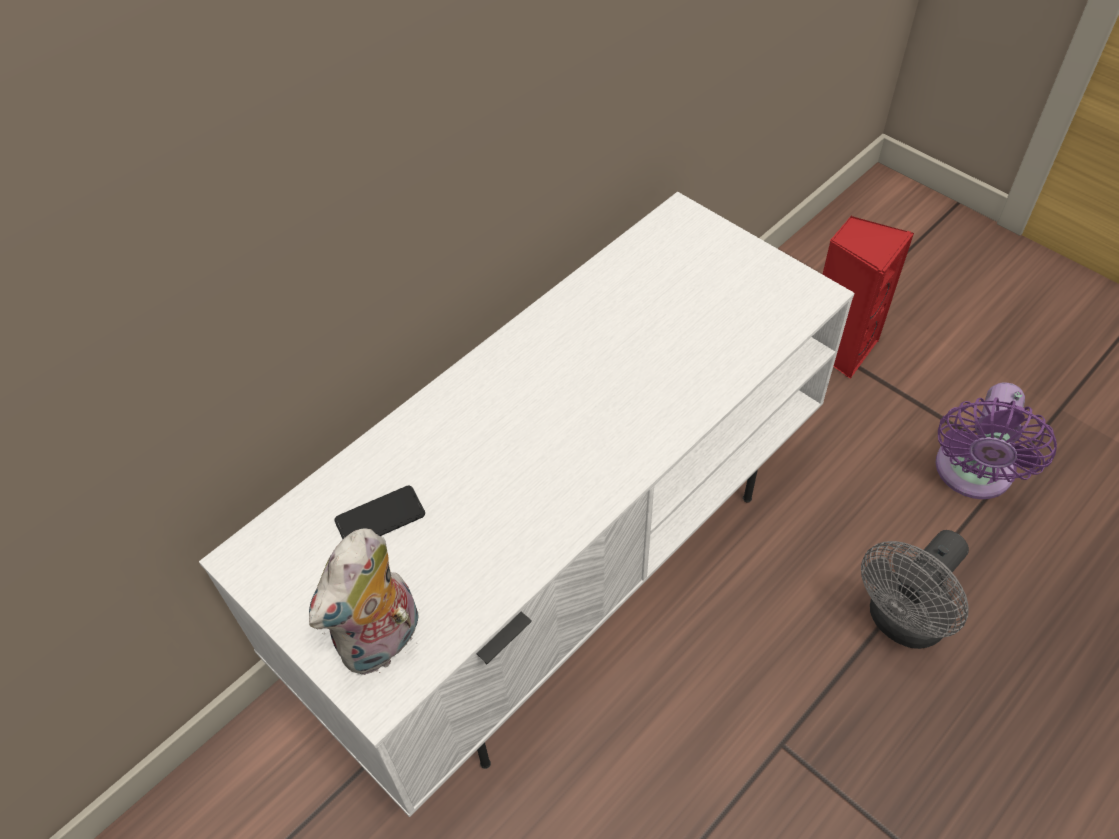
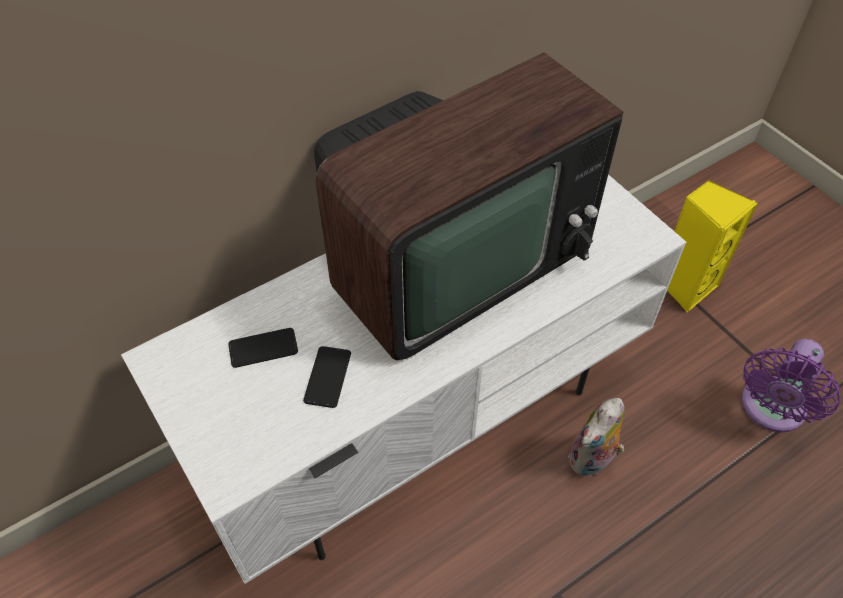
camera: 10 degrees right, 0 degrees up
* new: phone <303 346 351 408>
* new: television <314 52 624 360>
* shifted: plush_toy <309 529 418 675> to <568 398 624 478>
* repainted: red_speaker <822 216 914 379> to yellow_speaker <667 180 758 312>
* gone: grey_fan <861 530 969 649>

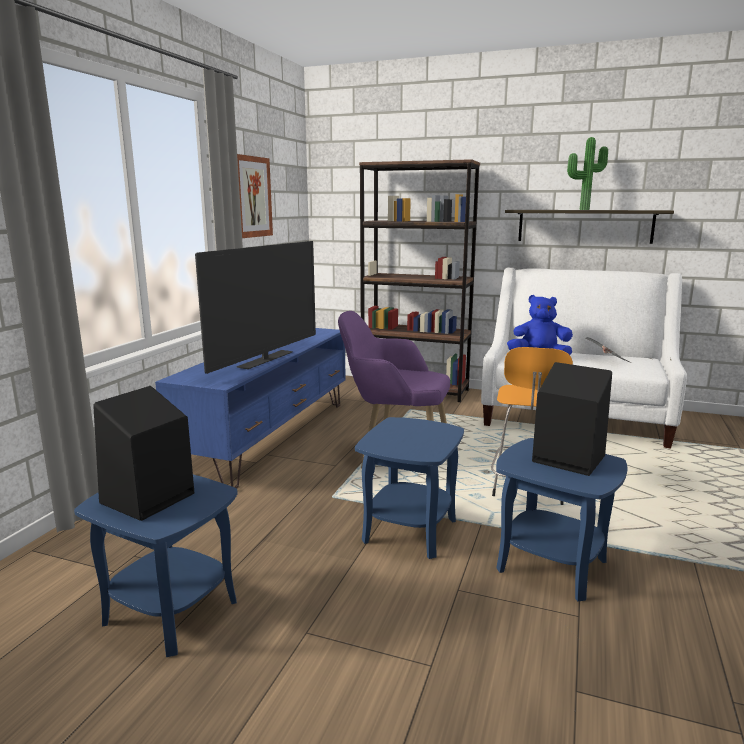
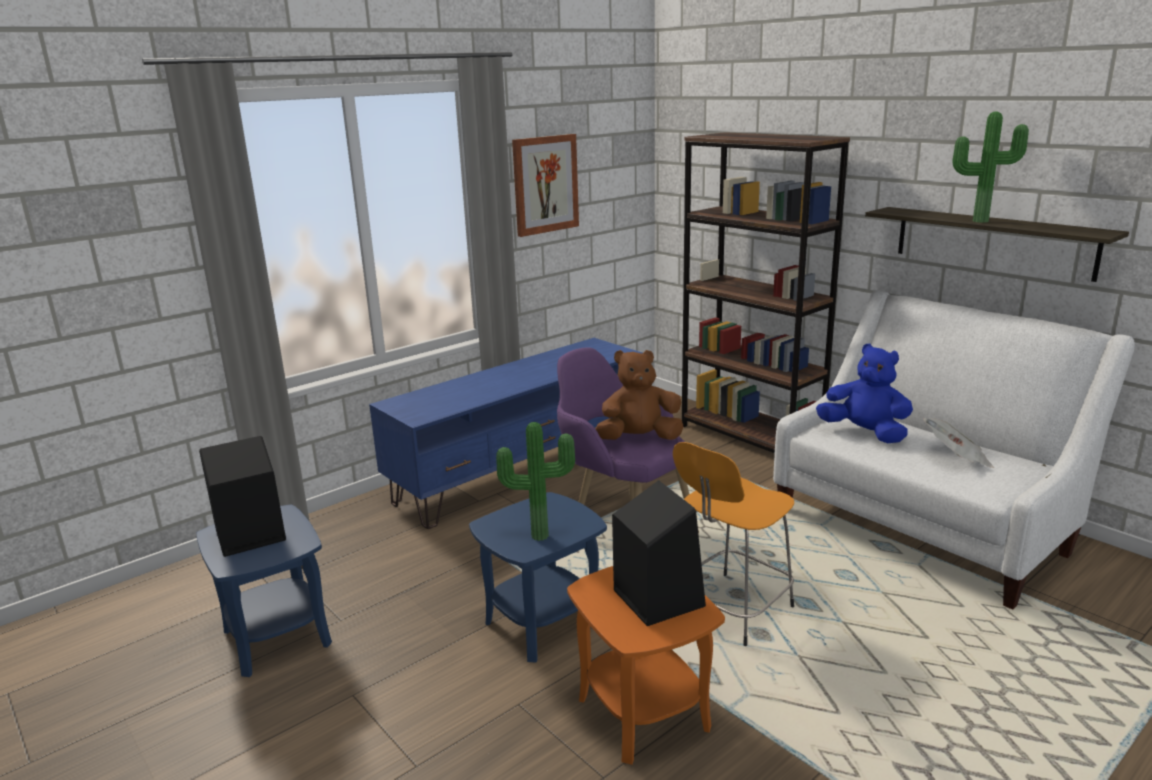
camera: 30 degrees right, 5 degrees up
* new: potted_plant <496 422 575 541>
* repainted: blue_side_table <496 438 627 601> to orange_side_table <567 566 725 765>
* new: brown_plush_toy <595 350 684 440>
* gone: television <195 241 316 374>

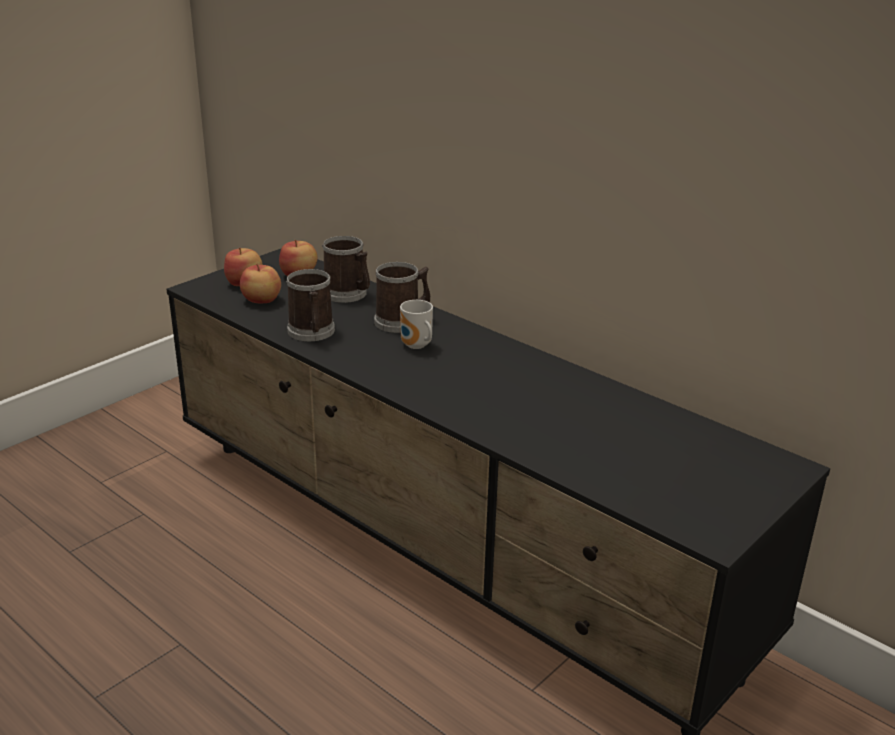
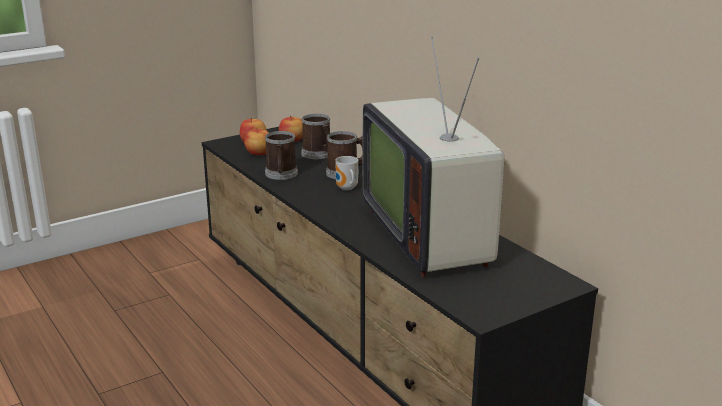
camera: 15 degrees right, 5 degrees down
* new: television <363 36 504 277>

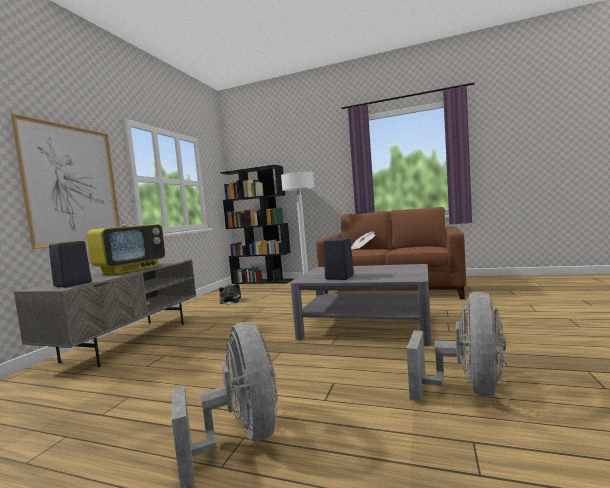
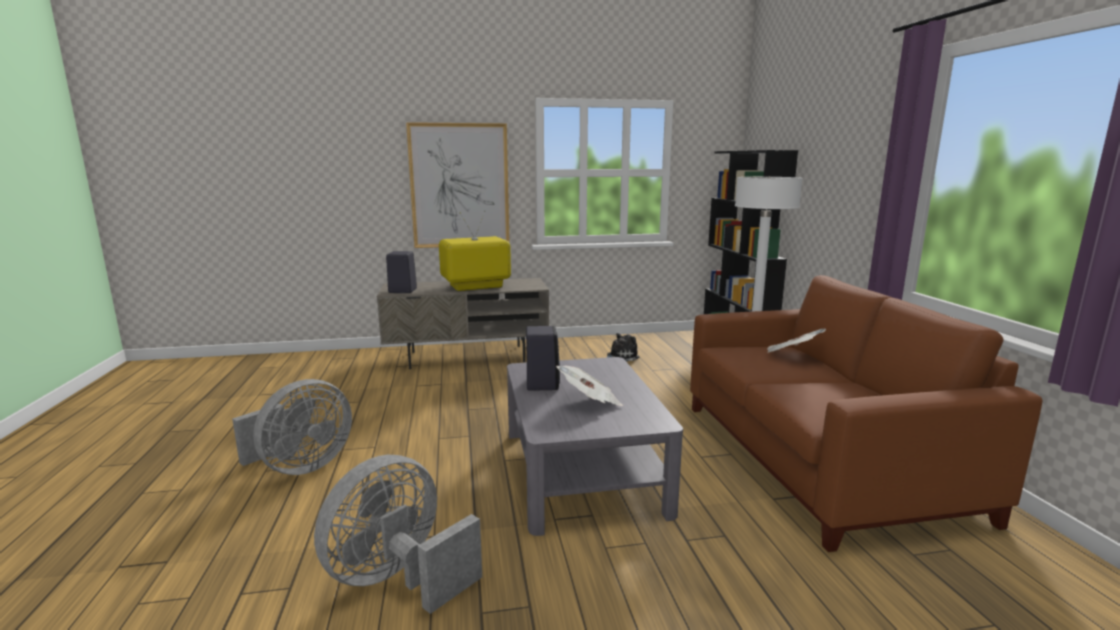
camera: 60 degrees right, 10 degrees up
* rotated: grey_fan <407 292 506 401> = <314 455 482 614> 135 degrees clockwise
* rotated: television <87 200 165 275> = <439 210 511 291> 150 degrees clockwise
* new: newspaper <556 365 624 406>

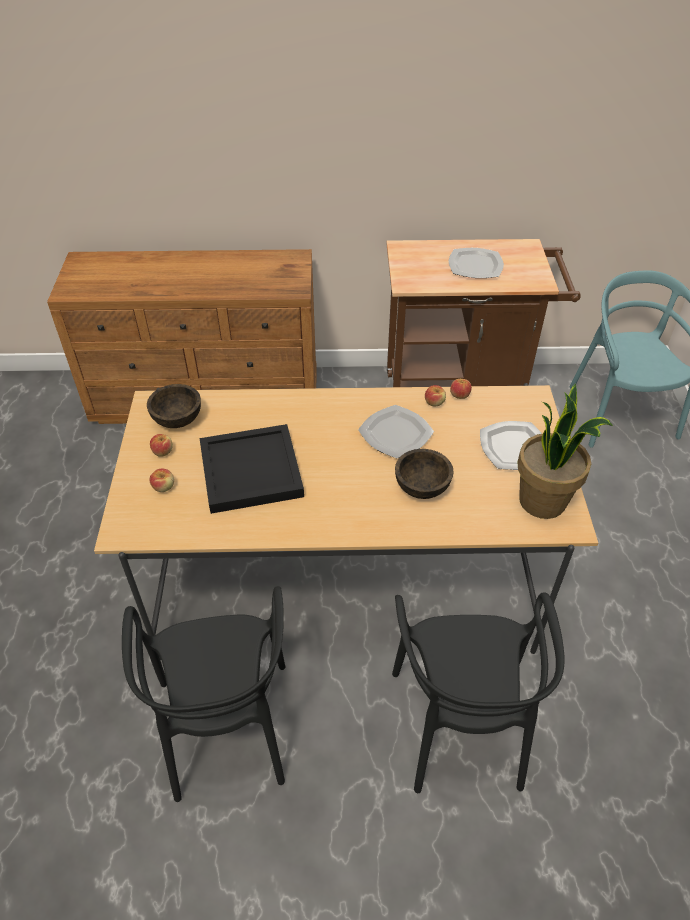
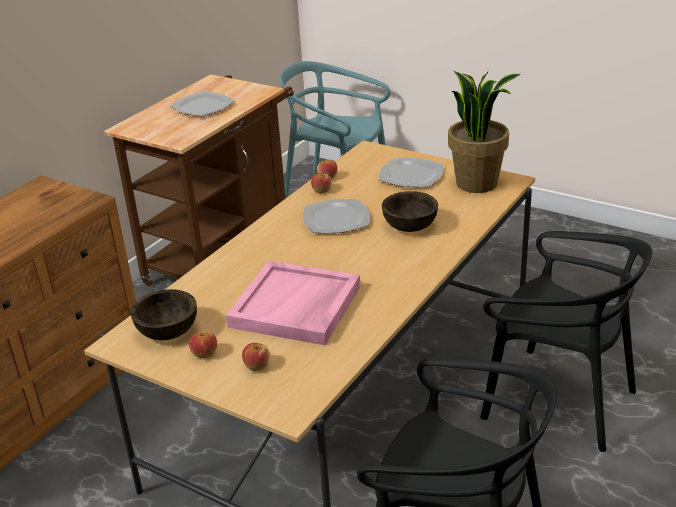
camera: 55 degrees left, 15 degrees down
* repainted: black_tray <199 424 304 514> to pink_tray <226 261 360 345>

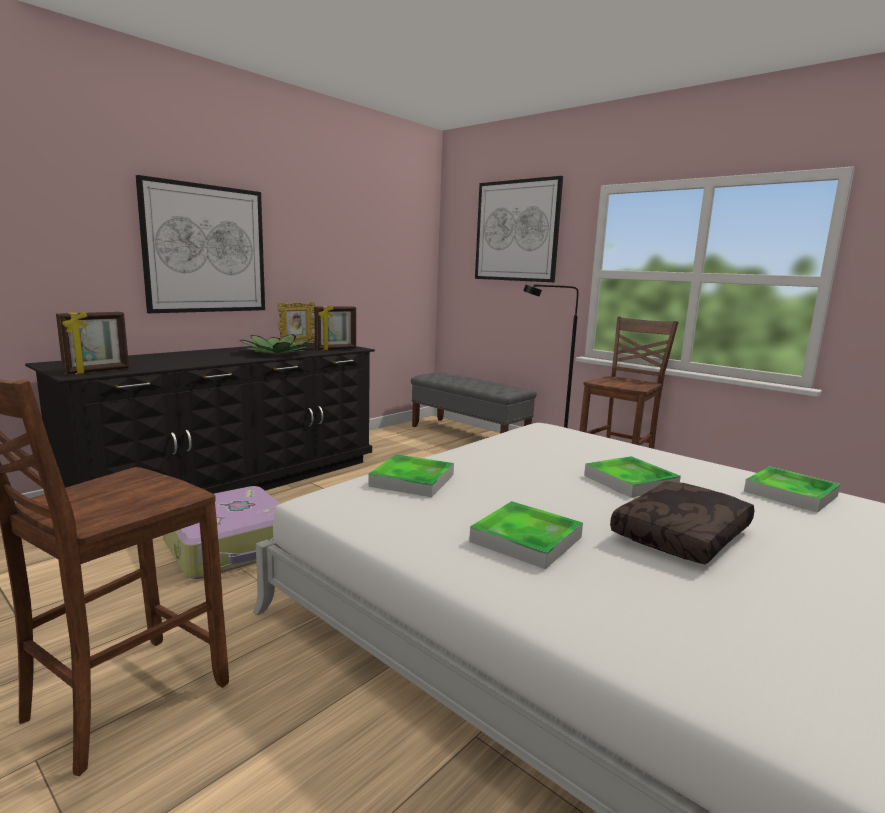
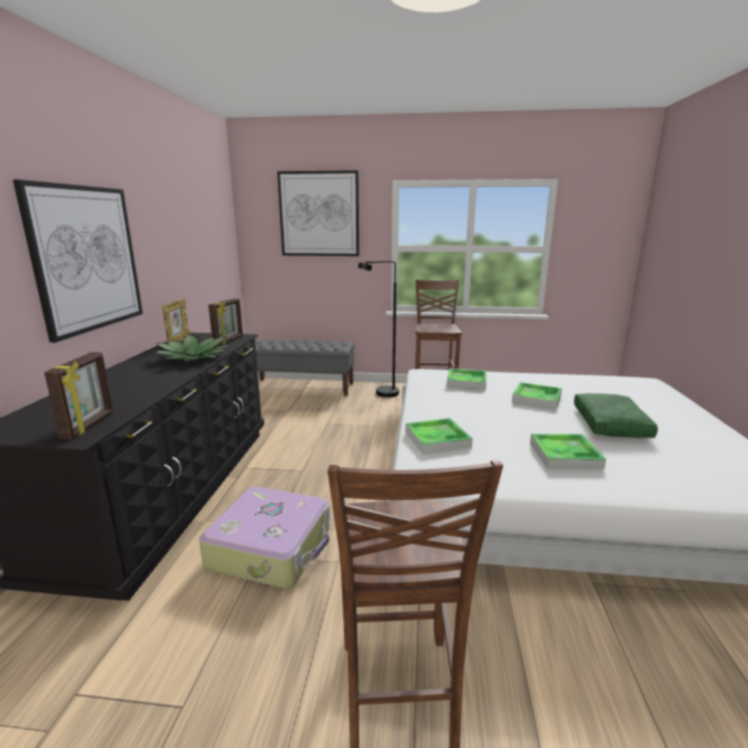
camera: 35 degrees left, 5 degrees up
* shifted: tray <744 466 840 513> to <447 368 486 390>
* repainted: brown_pillow <610 481 755 565> to green_pillow <574 393 658 438>

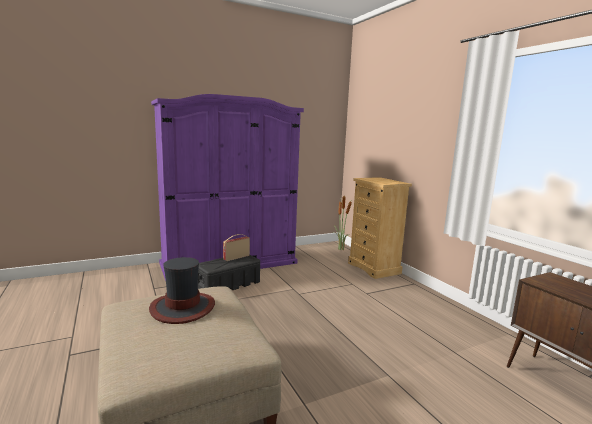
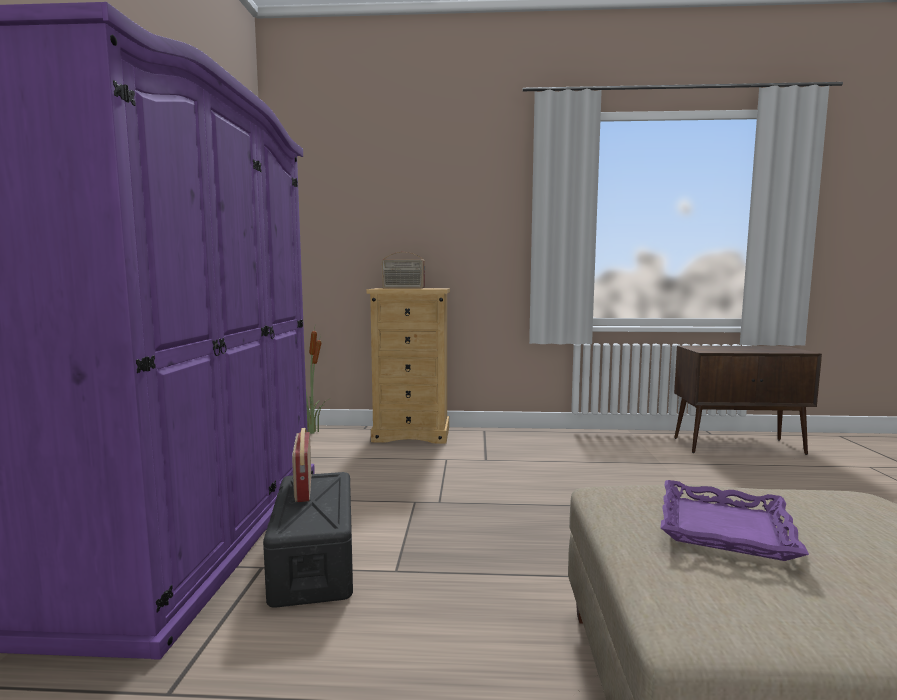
camera: 60 degrees left, 5 degrees down
* new: radio <381 252 425 289>
* swapped: hat <149 257 215 324> to purple_tray <661 480 809 561>

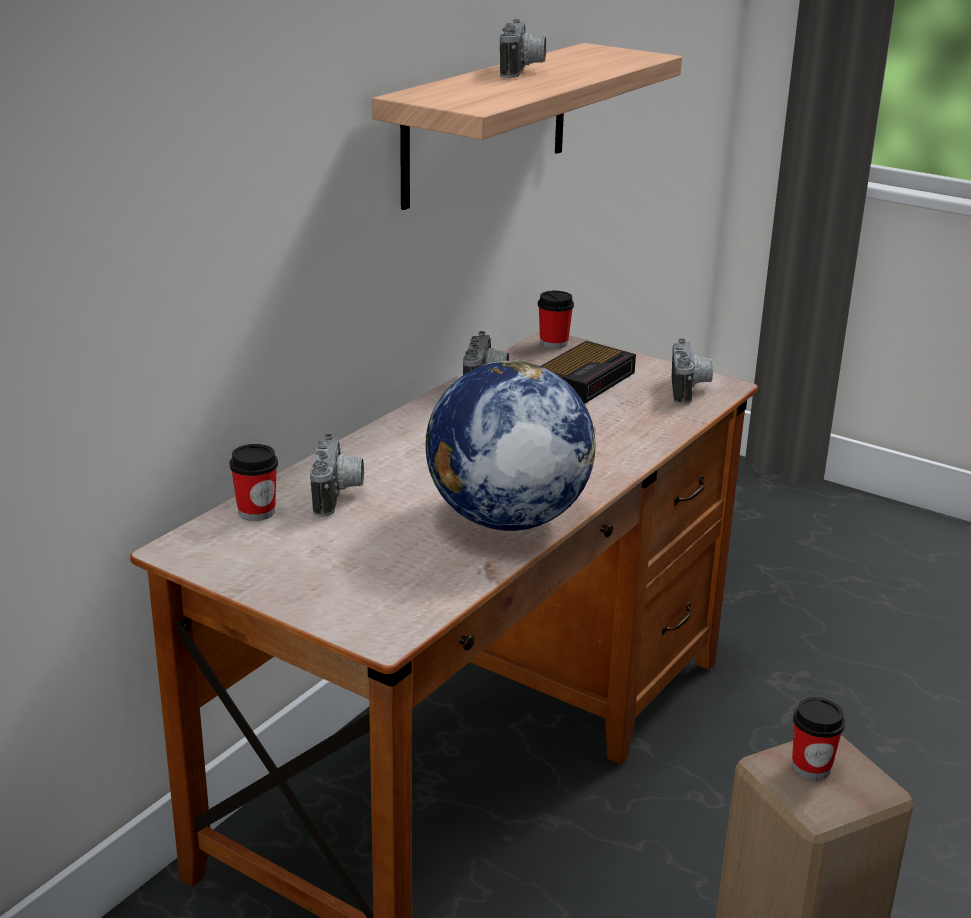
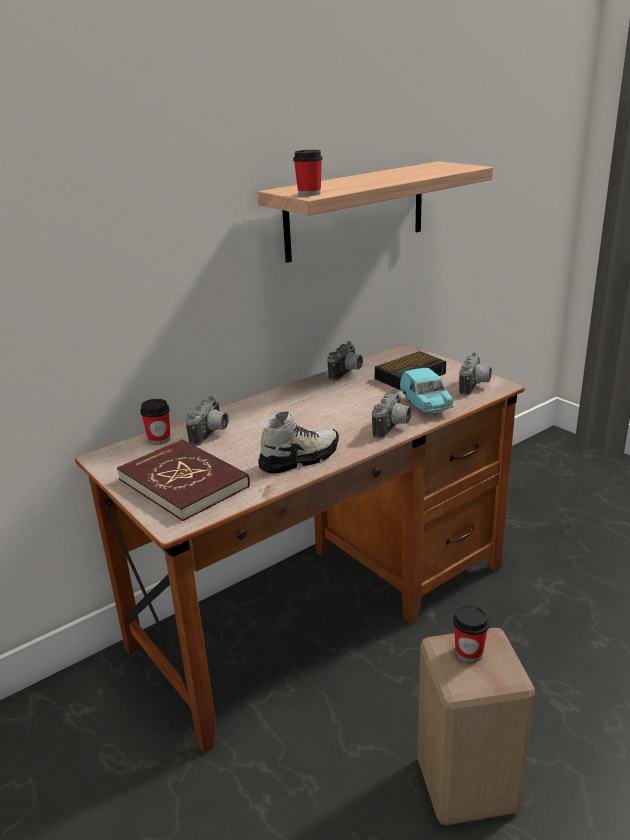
camera: 20 degrees right, 0 degrees up
* new: red_book <117 439 250 521>
* swapped: globe <425 361 596 531> to shoe <258 411 339 474>
* shifted: cup <538 290 574 349> to <293 150 323 196>
* shifted: photo_camera <500 19 546 78> to <372 390 412 439>
* new: turquoise_toy_car <400 368 454 415>

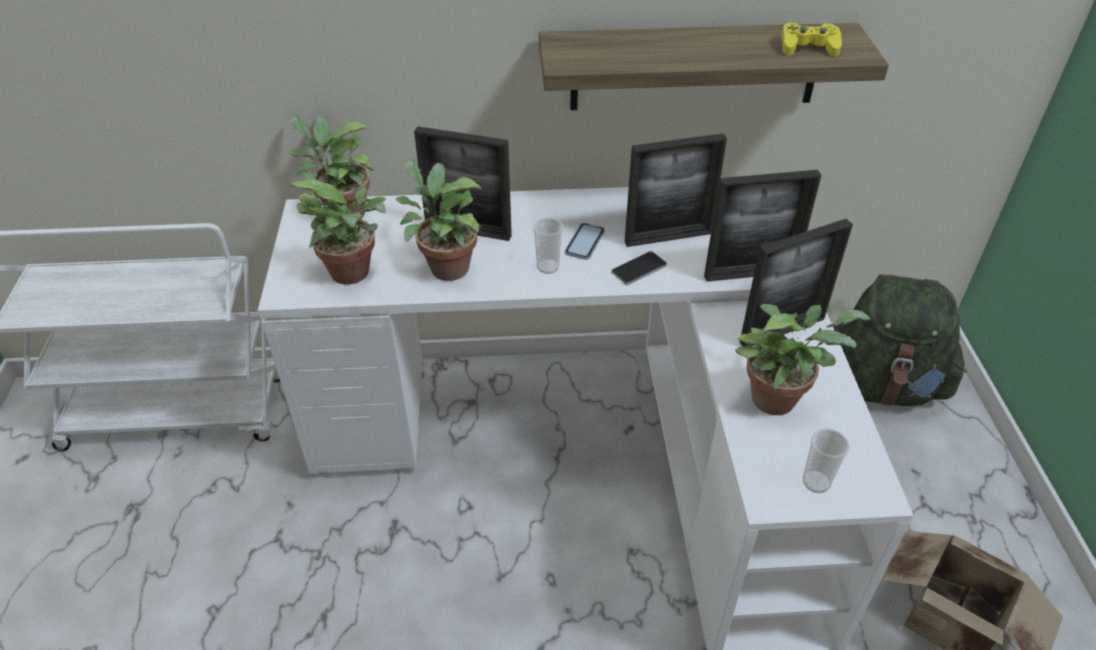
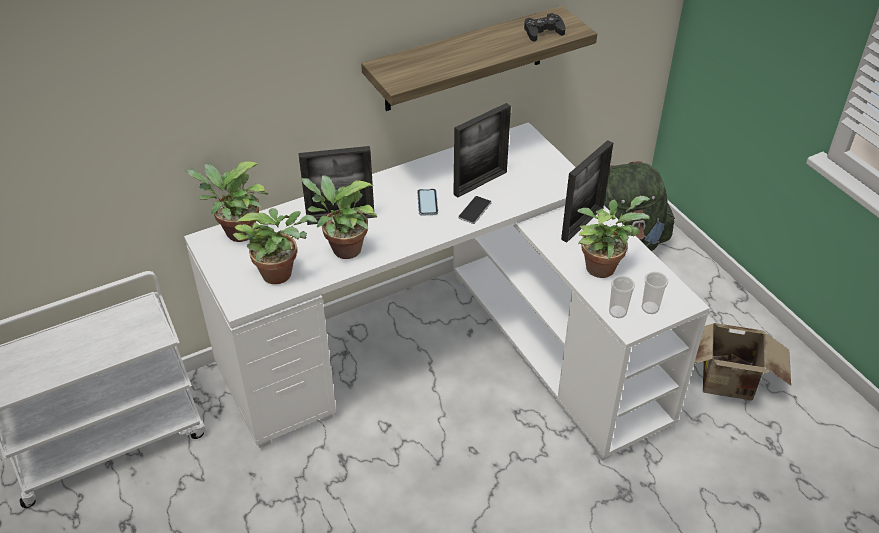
camera: 25 degrees left, 0 degrees up
* repainted: yellow_game_controller <781 22 842 57> to black_game_controller <524 13 565 42>
* shifted: cup <533 217 563 274> to <609 276 635 318>
* gone: picture_frame <704 170 821 282>

